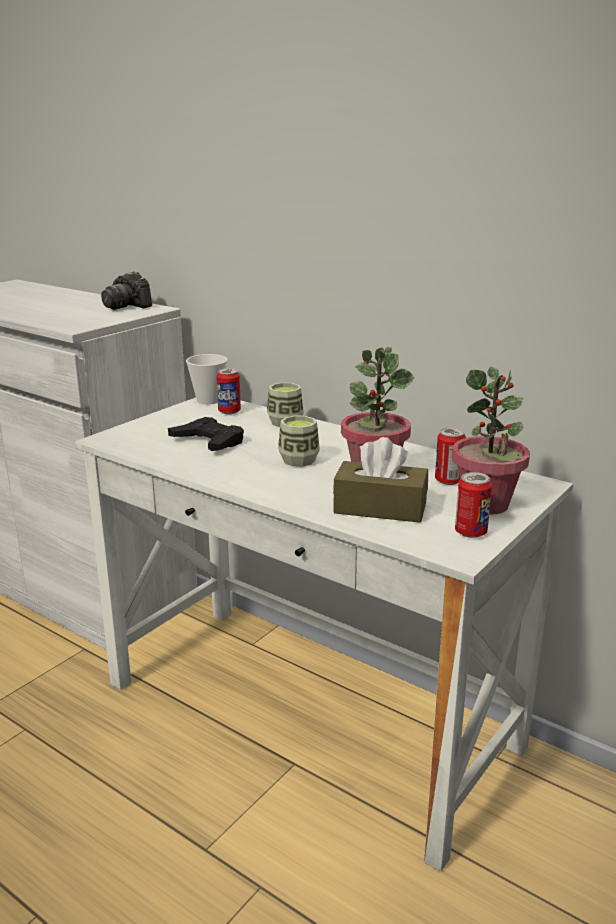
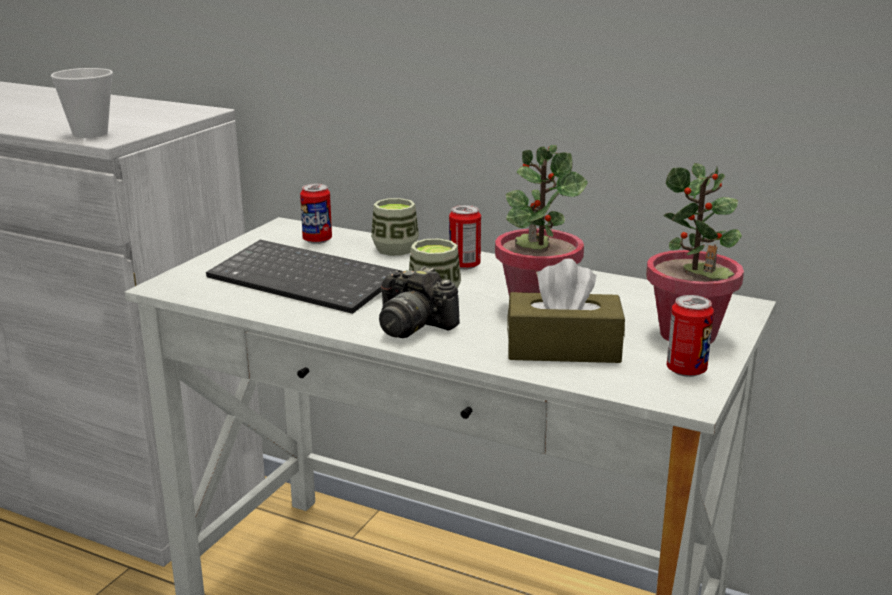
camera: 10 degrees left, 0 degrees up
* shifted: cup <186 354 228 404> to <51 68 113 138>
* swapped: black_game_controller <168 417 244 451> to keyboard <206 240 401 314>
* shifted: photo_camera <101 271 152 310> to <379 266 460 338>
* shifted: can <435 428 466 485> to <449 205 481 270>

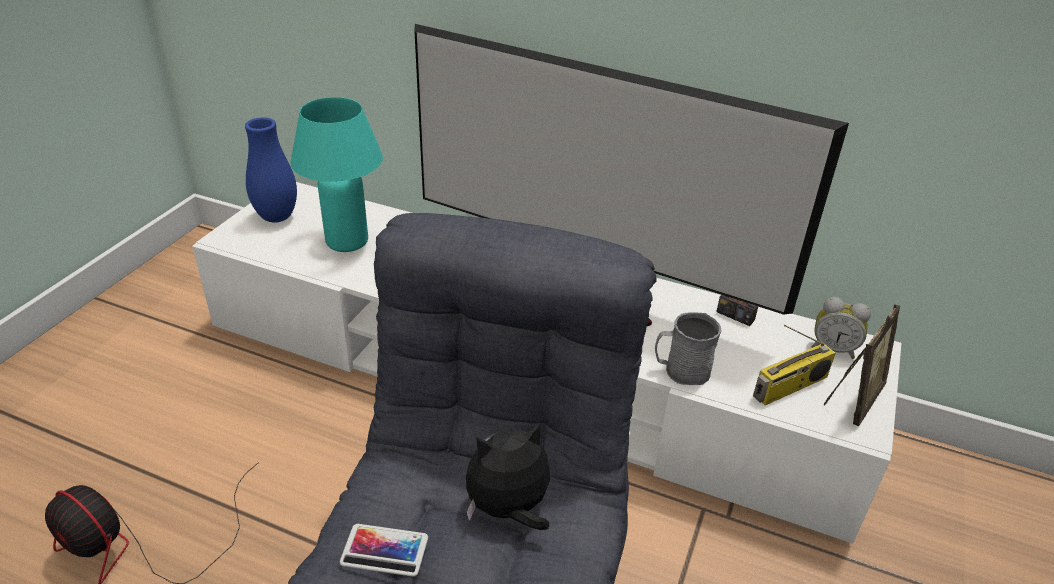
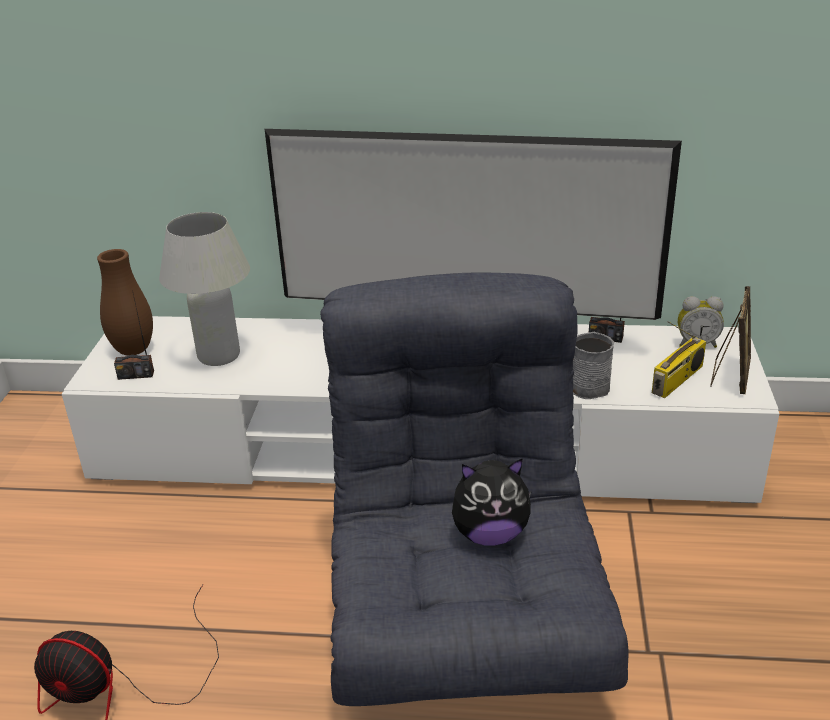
camera: 15 degrees left, 5 degrees down
* repainted: blue_vase <245 117 297 222> to brown_vase <97 249 153 356>
* new: radio <114 290 154 380>
* repainted: turquoise_table_lamp <291 97 383 252> to white_table_lamp <159 212 250 366>
* rotated: plush_toy <466 423 551 530> = <452 459 532 545> 150 degrees counterclockwise
* gone: phone <340 524 428 577>

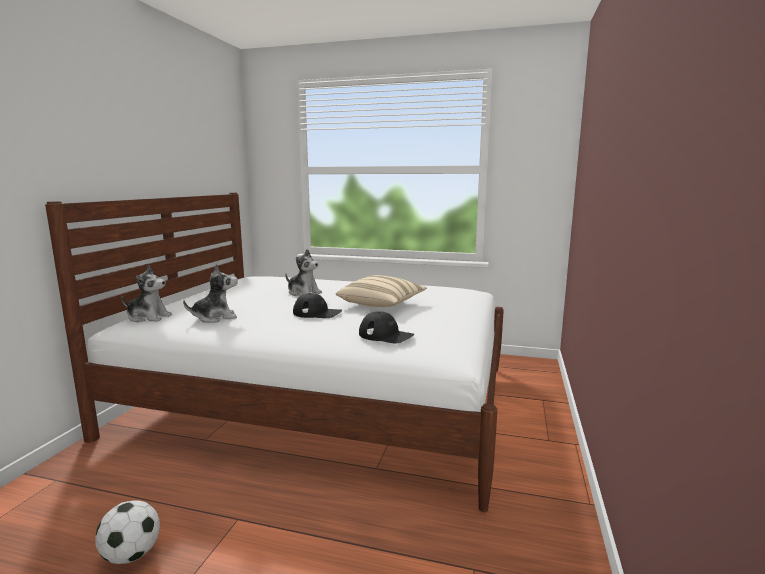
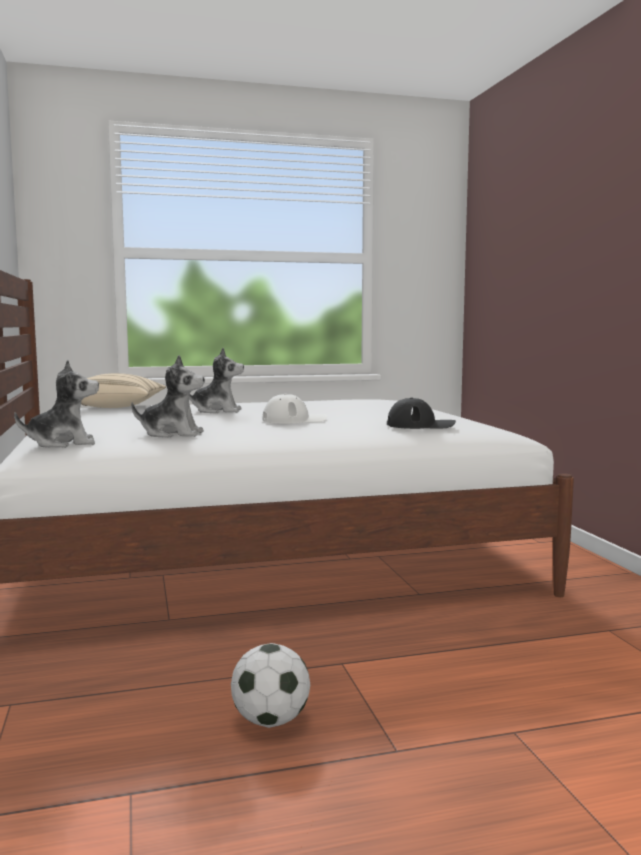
camera: 30 degrees left, 5 degrees down
* shifted: beige_pillow <336 275 427 307> to <81 373 166 408>
* rotated: plush_toy <183 264 238 323> = <131 355 205 438> 60 degrees clockwise
* repainted: black_cap <293 293 342 318> to white_cap <262 394 327 424>

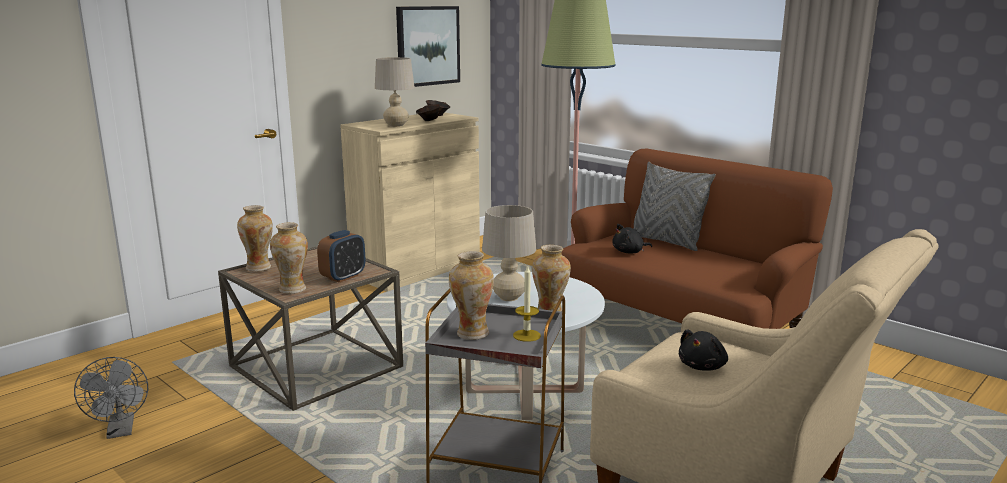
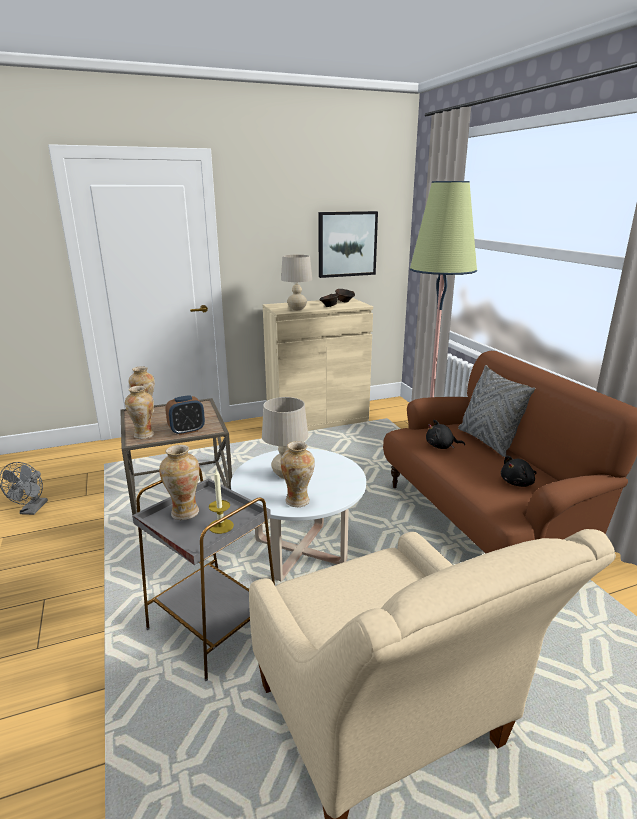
camera: 25 degrees right, 5 degrees up
* shifted: black_plush_toy <678 329 728 371> to <501 456 537 487>

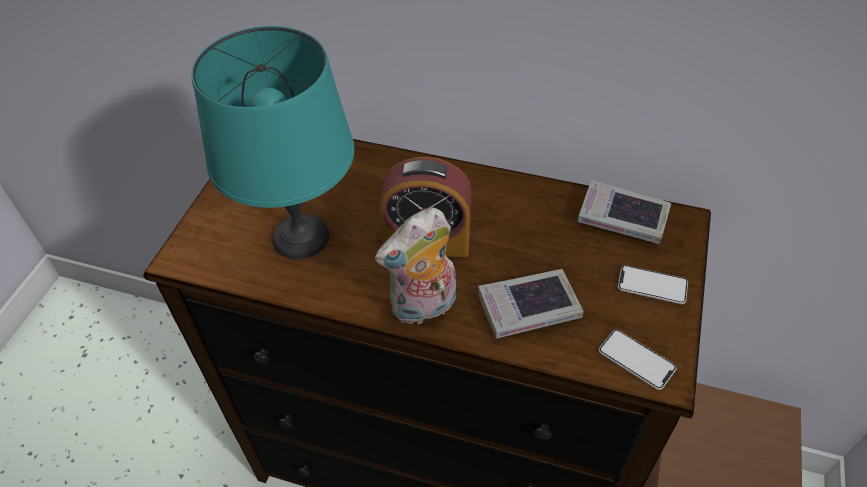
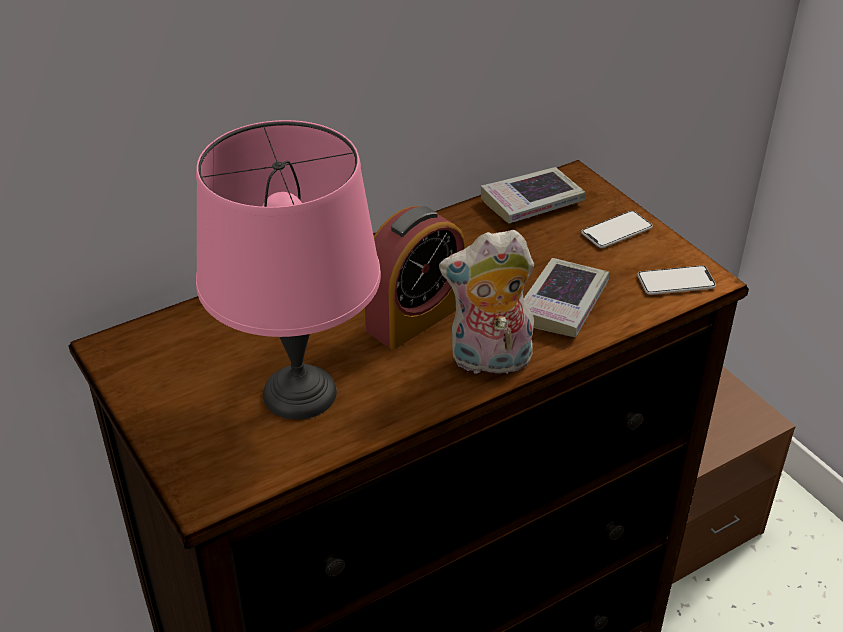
camera: 50 degrees left, 10 degrees down
* repainted: turquoise_table_lamp <192 26 354 260> to pink_table_lamp <196 120 381 419>
* rotated: plush_toy <375 208 456 326> = <439 230 534 374> 75 degrees clockwise

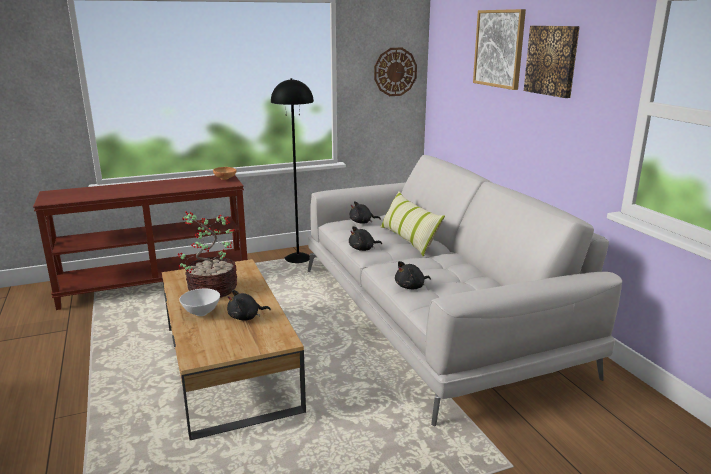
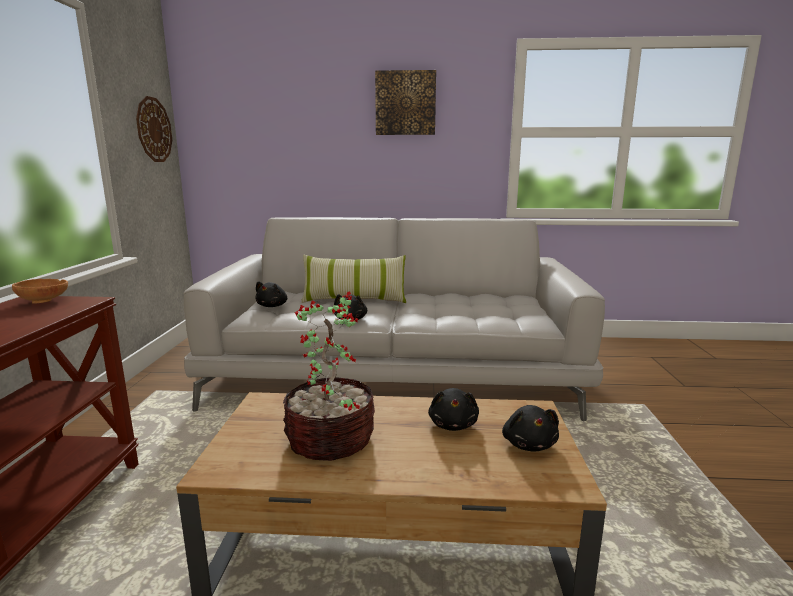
camera: 65 degrees left, 5 degrees down
* shifted: black_plush_toy <395 261 431 289> to <502 405 559 451>
* gone: white_bowl <180 289 220 316>
* gone: black_floor_lamp <271 78 314 263>
* gone: picture <473 9 526 90>

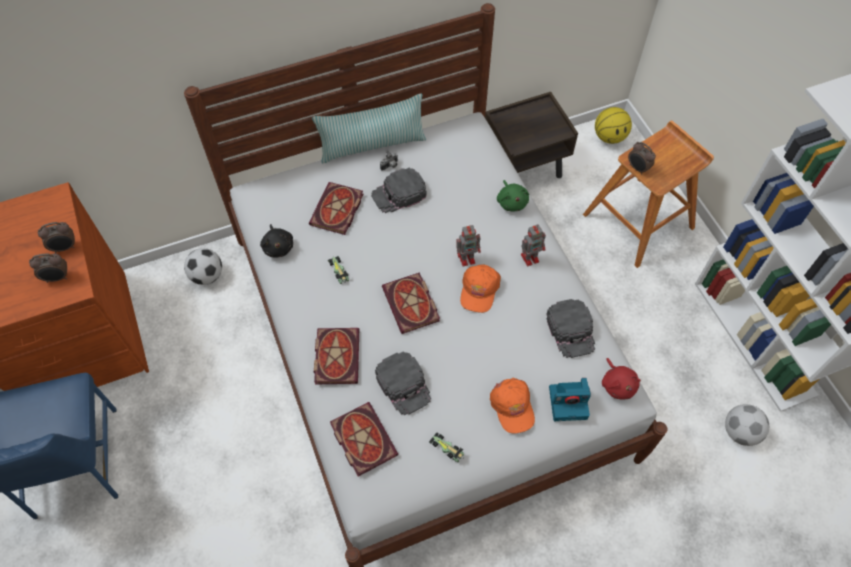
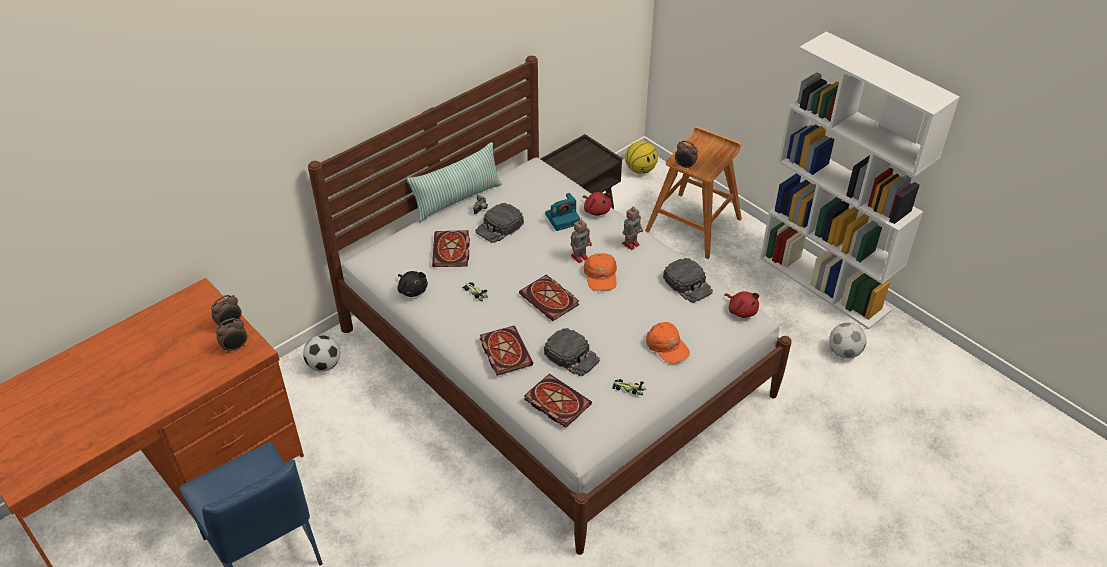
camera: 20 degrees left, 15 degrees down
* shifted: photo_camera <549 378 591 421> to <545 193 580 231>
* repainted: green_plush_toy <497 180 529 211> to red_plush_toy <583 192 612 216>

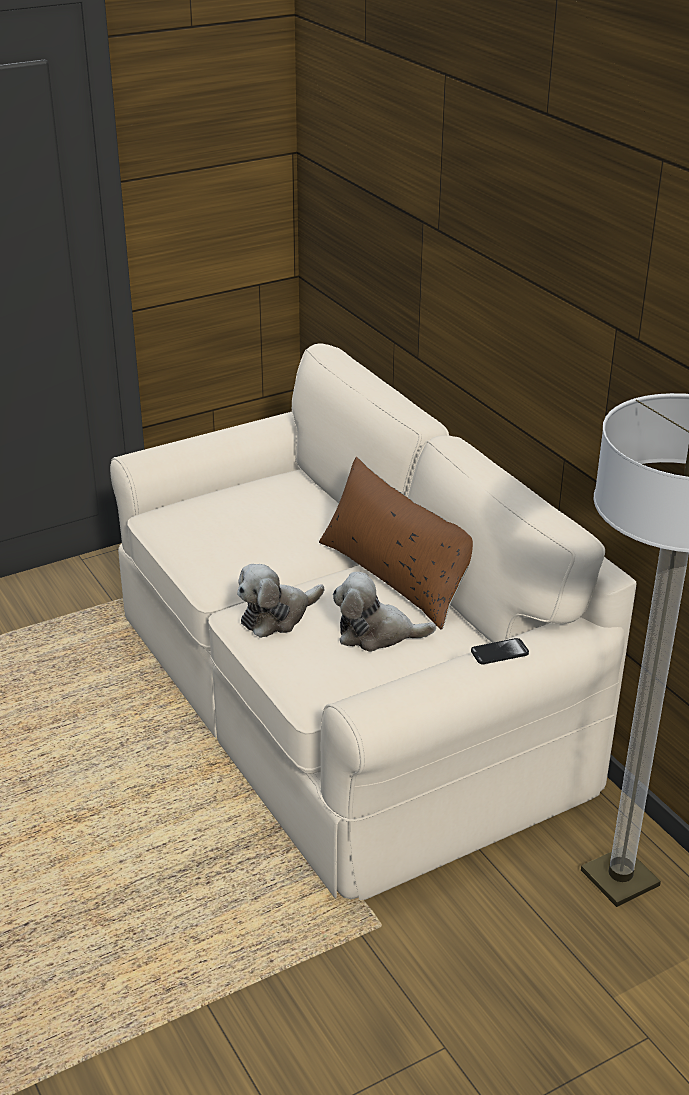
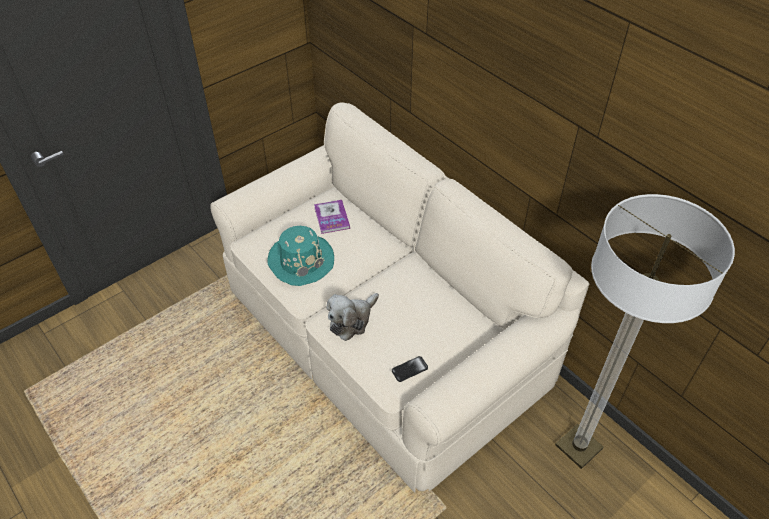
camera: 10 degrees left, 15 degrees up
* new: turquoise_hat <267 226 334 286>
* new: book <314 200 350 234>
* shifted: phone <471 638 529 664> to <392 356 428 382>
* gone: brown_pillow <319 457 473 630>
* gone: plush_toy <333 572 436 652>

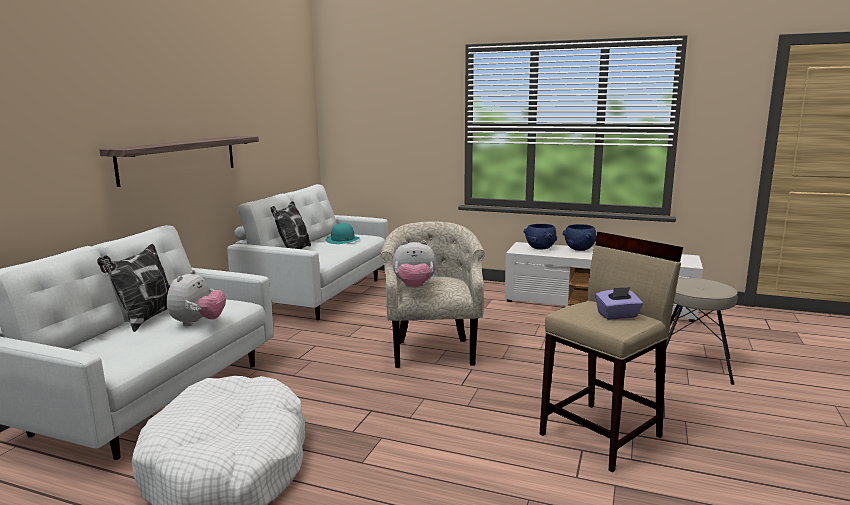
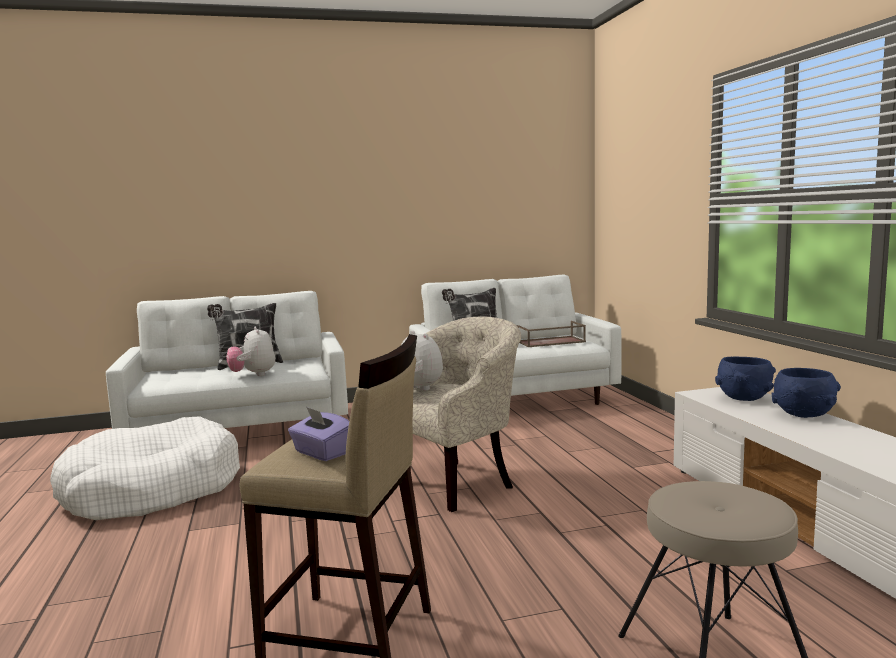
camera: 55 degrees right, 5 degrees down
* rotated: plush_toy <167 270 226 326> = <226 327 275 376> 90 degrees clockwise
* swapped: turquoise_hat <326 223 360 244> to brown_tray <517 321 586 347>
* gone: shelf <99 136 259 187>

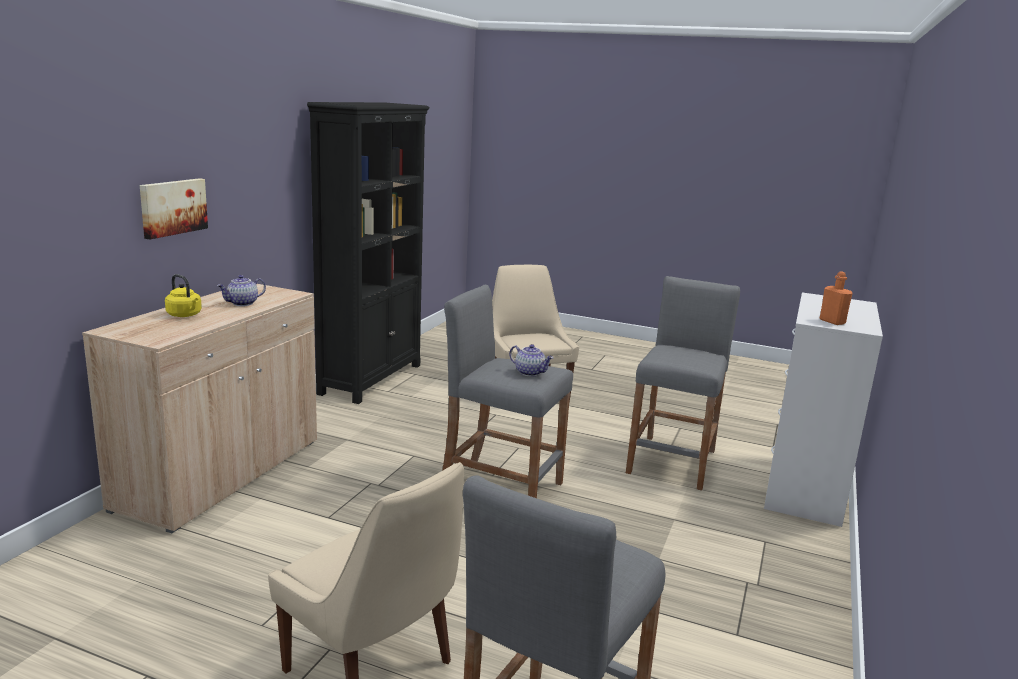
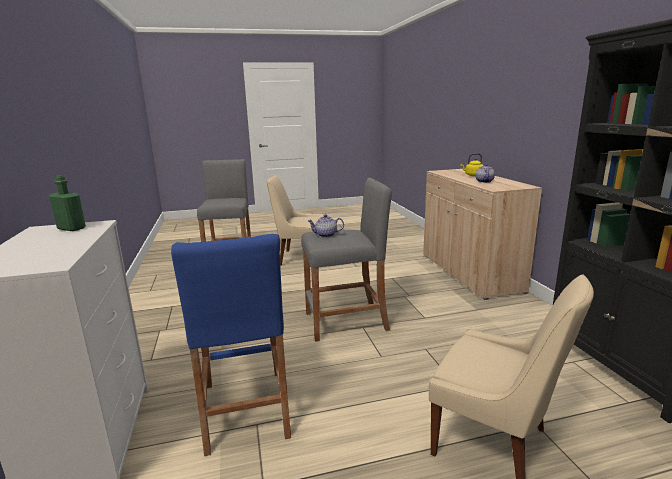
camera: 145 degrees right, 0 degrees up
* repainted: orange_bottle <820 272 853 325> to green_bottle <49 175 86 231>
* repainted: grey_stool <626 276 740 491> to blue_stool <171 234 291 456>
* gone: picture <140 178 208 239>

